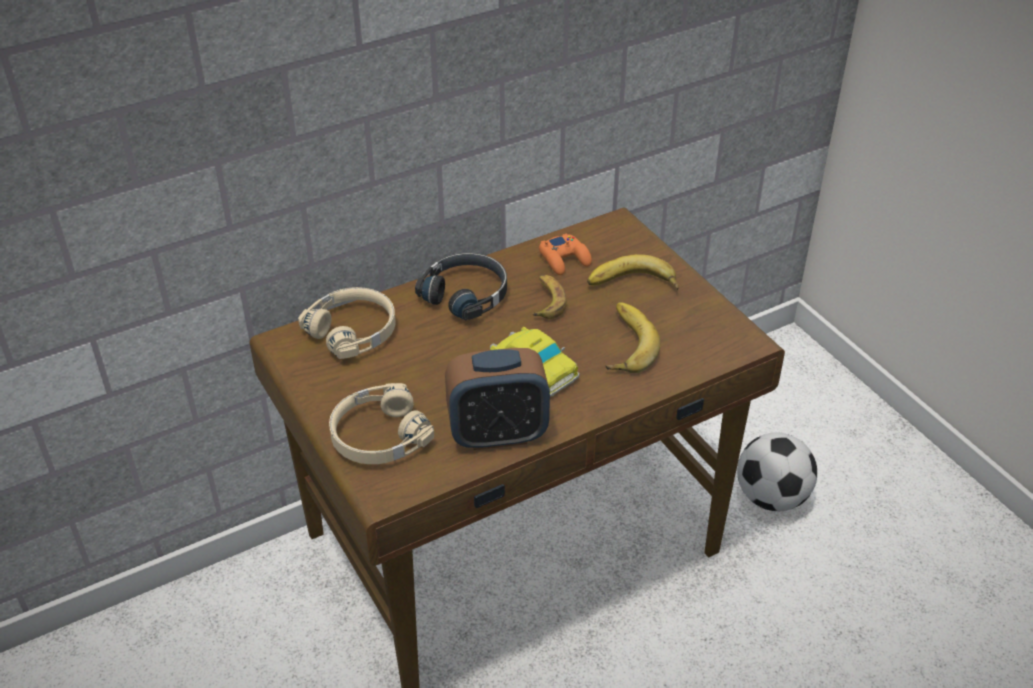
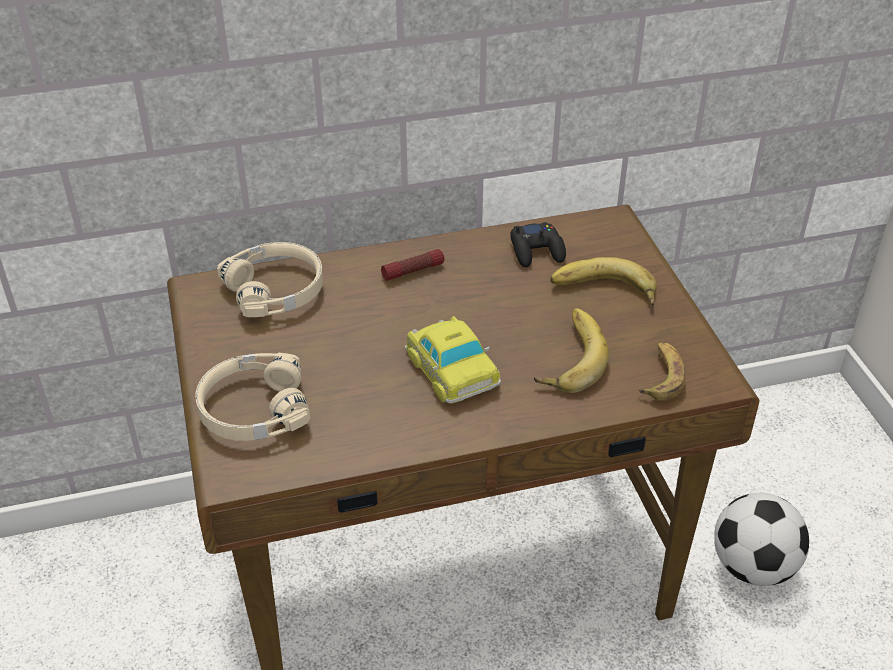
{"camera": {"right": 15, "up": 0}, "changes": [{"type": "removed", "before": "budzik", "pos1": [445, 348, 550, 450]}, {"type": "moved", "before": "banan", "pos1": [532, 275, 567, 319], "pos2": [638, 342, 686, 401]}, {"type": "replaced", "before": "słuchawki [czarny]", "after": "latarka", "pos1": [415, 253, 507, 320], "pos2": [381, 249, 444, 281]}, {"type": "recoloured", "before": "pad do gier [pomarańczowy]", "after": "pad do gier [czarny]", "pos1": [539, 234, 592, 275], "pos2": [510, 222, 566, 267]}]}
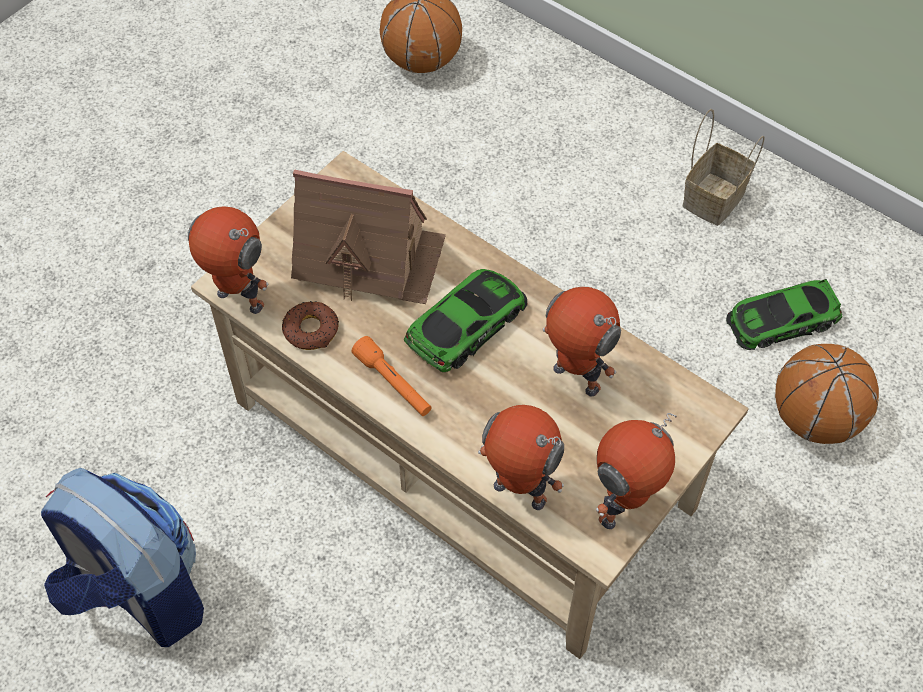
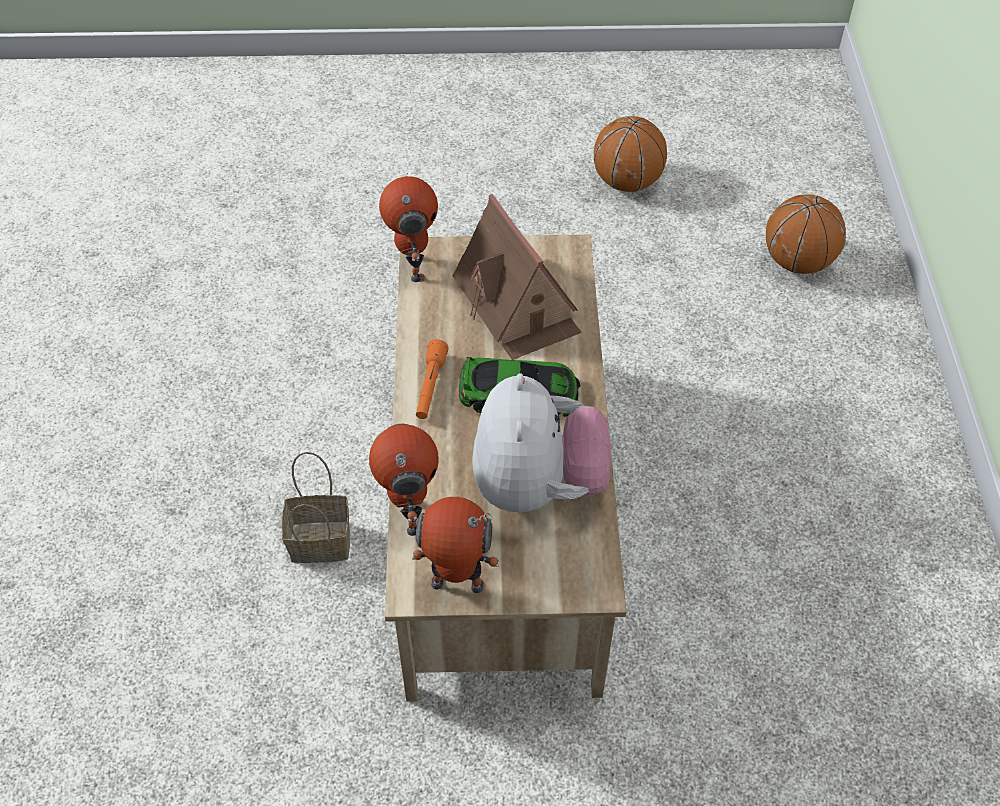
{"camera": {"right": 50, "up": -5}, "changes": [{"type": "removed", "before": "plecak", "pos1": [41, 468, 204, 647]}, {"type": "removed", "before": "donut", "pos1": [282, 301, 339, 350]}, {"type": "removed", "before": "samochodzik", "pos1": [726, 279, 842, 350]}, {"type": "moved", "before": "koszyk", "pos1": [683, 109, 765, 226], "pos2": [282, 452, 350, 563]}, {"type": "moved", "before": "piłka do koszykówki", "pos1": [775, 344, 879, 444], "pos2": [594, 116, 667, 192]}, {"type": "replaced", "before": "robot zabawkowy", "after": "pluszak", "pos1": [542, 287, 621, 397], "pos2": [472, 373, 611, 513]}]}
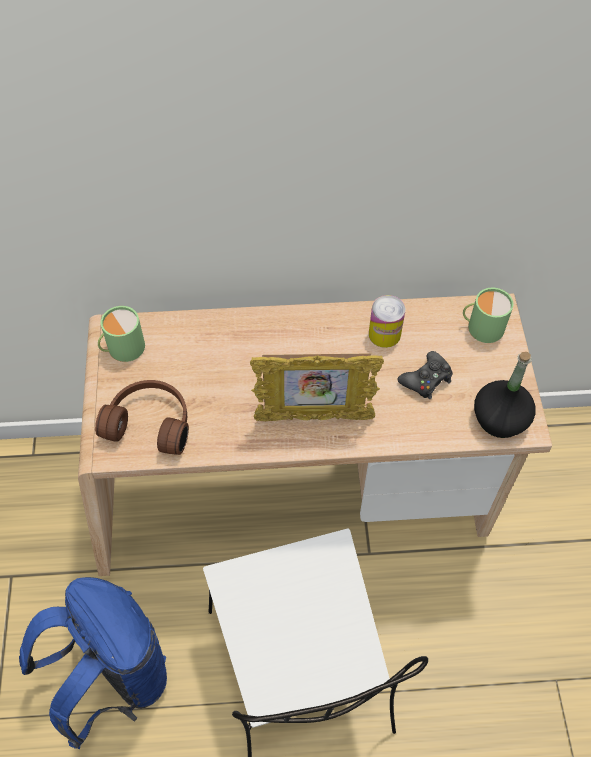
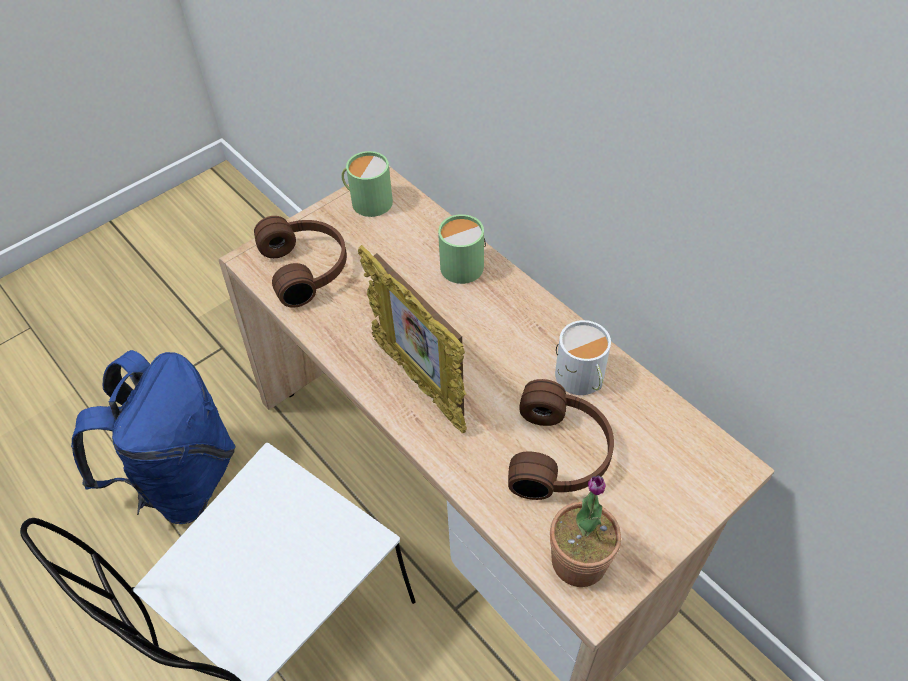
{"camera": {"right": 55, "up": -5}, "changes": [{"type": "moved", "before": "kubek [zielony]", "pos1": [463, 288, 513, 343], "pos2": [438, 214, 486, 284]}, {"type": "replaced", "before": "puszka", "after": "kubek [biały]", "pos1": [369, 295, 405, 348], "pos2": [555, 320, 611, 395]}, {"type": "replaced", "before": "pad do gier [czarny]", "after": "słuchawki [brązowy]", "pos1": [397, 351, 453, 399], "pos2": [508, 379, 614, 500]}, {"type": "replaced", "before": "butelka [czarny]", "after": "roślina doniczkowa", "pos1": [474, 352, 536, 438], "pos2": [550, 475, 621, 587]}]}
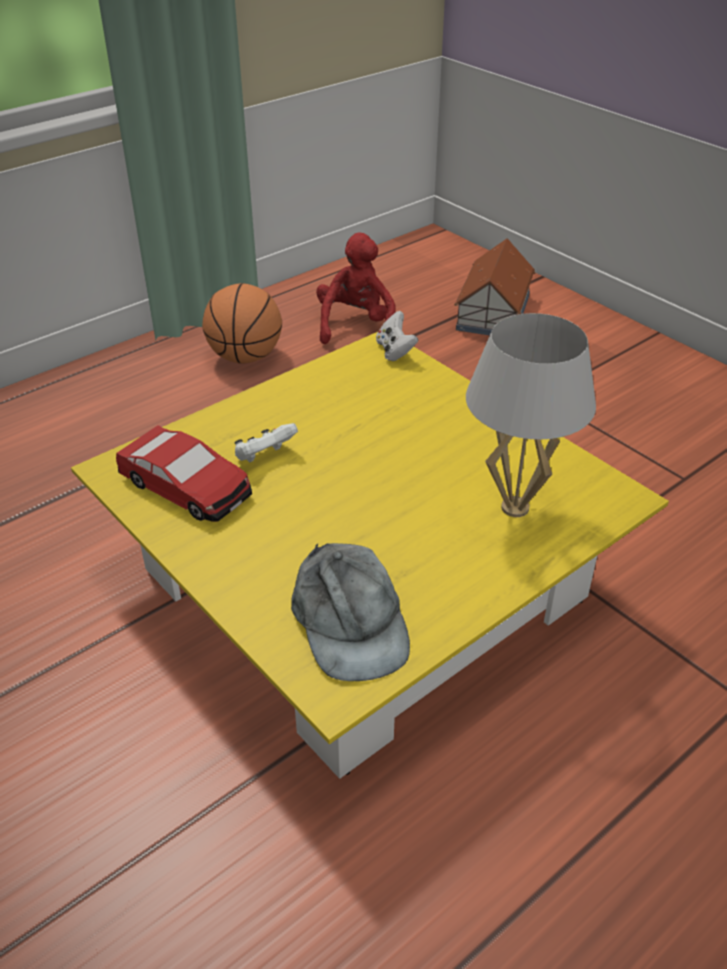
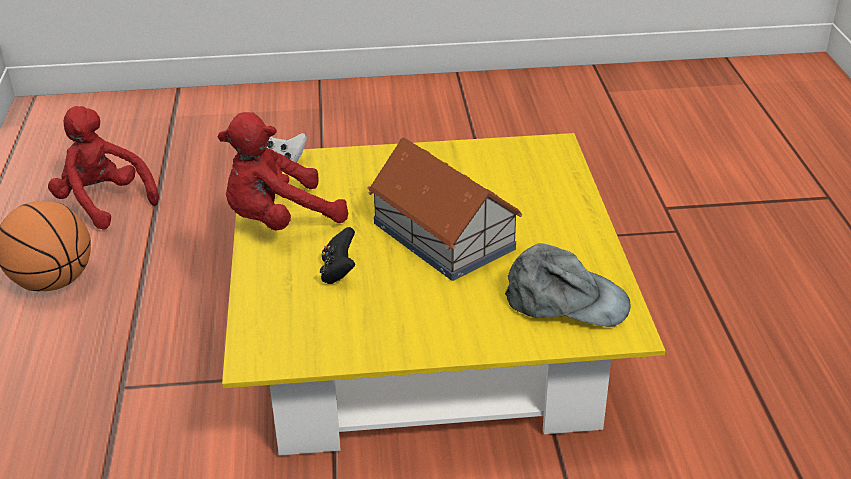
{"camera": {"right": -55, "up": -5}, "changes": [{"type": "removed", "before": "samochodzik", "pos1": [116, 425, 252, 522]}, {"type": "removed", "before": "lampa stołowa [biały]", "pos1": [466, 313, 596, 517]}, {"type": "added", "after": "pluszak [czerwony]", "pos2": [218, 112, 348, 231]}, {"type": "moved", "before": "domek", "pos1": [454, 238, 536, 336], "pos2": [368, 138, 522, 281]}, {"type": "recoloured", "before": "pad do gier [biały]", "after": "pad do gier [czarny]", "pos1": [234, 423, 298, 462], "pos2": [320, 227, 356, 284]}]}
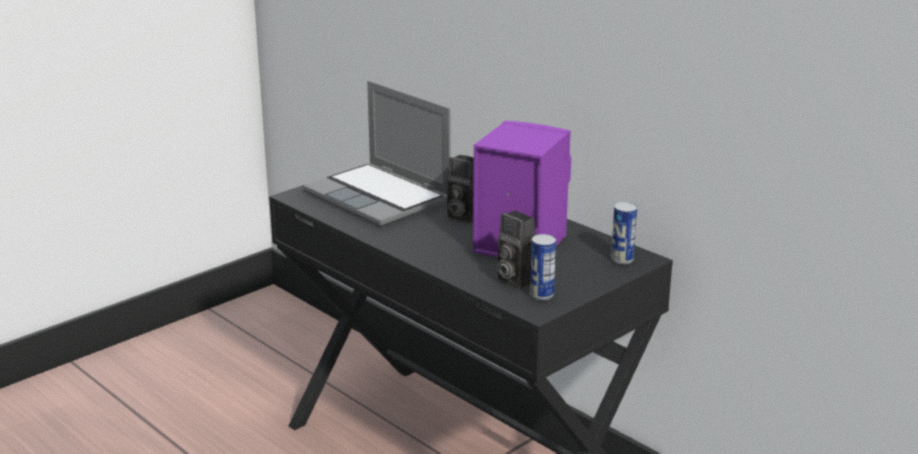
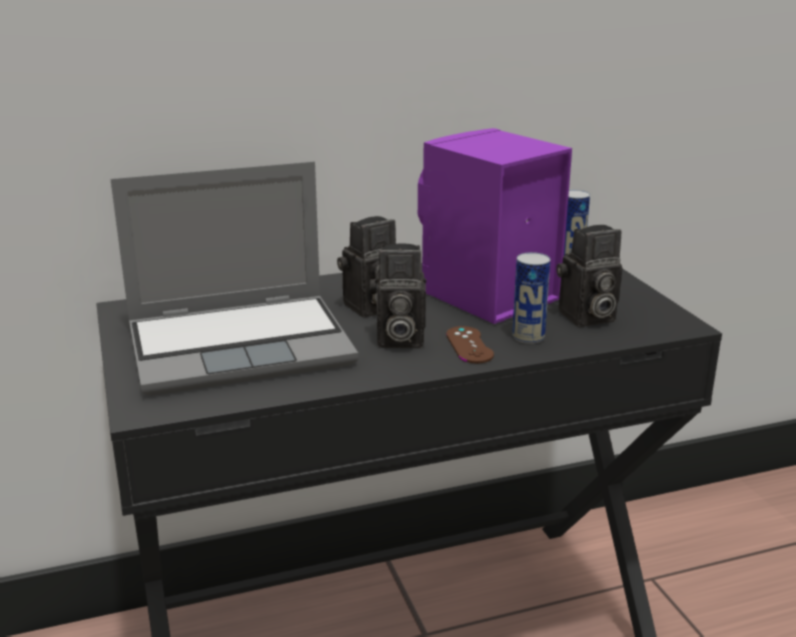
{"camera": {"right": -65, "up": 0}, "changes": [{"type": "added", "after": "aparat fotograficzny", "pos2": [370, 243, 426, 348]}, {"type": "added", "after": "pad do gier [brązowy]", "pos2": [446, 326, 494, 363]}, {"type": "moved", "before": "puszka", "pos1": [530, 234, 556, 301], "pos2": [512, 252, 551, 344]}]}
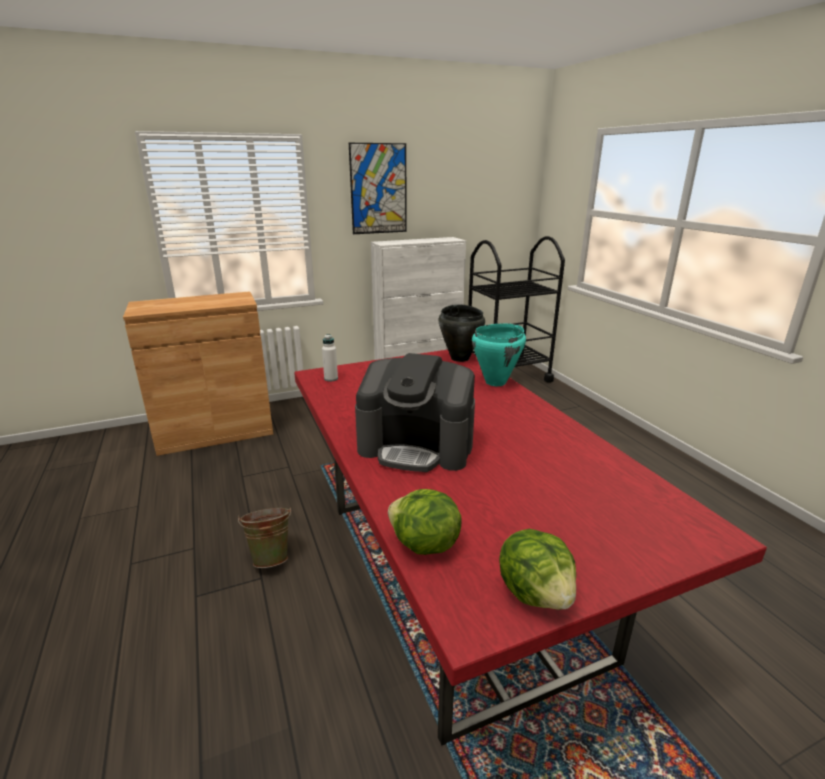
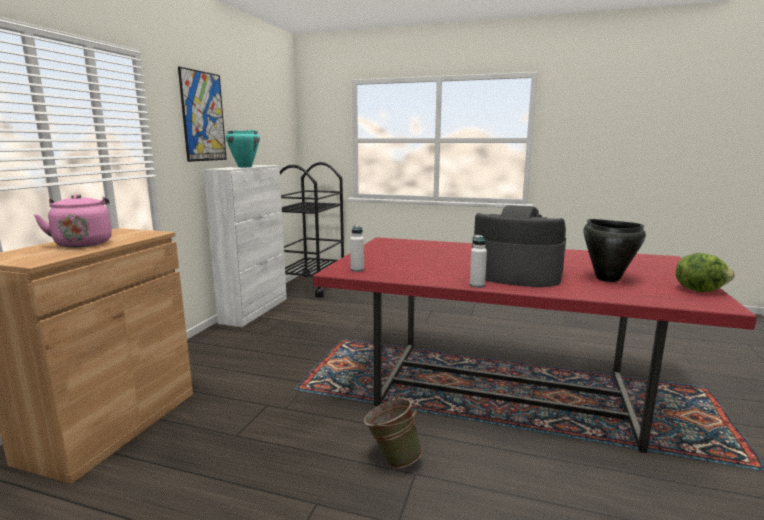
{"camera": {"right": -50, "up": -10}, "changes": [{"type": "removed", "before": "sałata", "pos1": [388, 489, 461, 555]}, {"type": "added", "after": "czajnik [różowy]", "pos2": [34, 194, 112, 248]}, {"type": "added", "after": "butelka [biały]", "pos2": [470, 235, 487, 288]}, {"type": "moved", "before": "garnek [czarny]", "pos1": [439, 304, 485, 362], "pos2": [583, 219, 646, 282]}, {"type": "moved", "before": "garnek [turkusowy]", "pos1": [472, 323, 526, 386], "pos2": [226, 130, 260, 167]}, {"type": "turned", "before": "ekspres do kawy", "pos1": [355, 353, 475, 472], "pos2": [472, 205, 566, 287], "turn": -120}]}
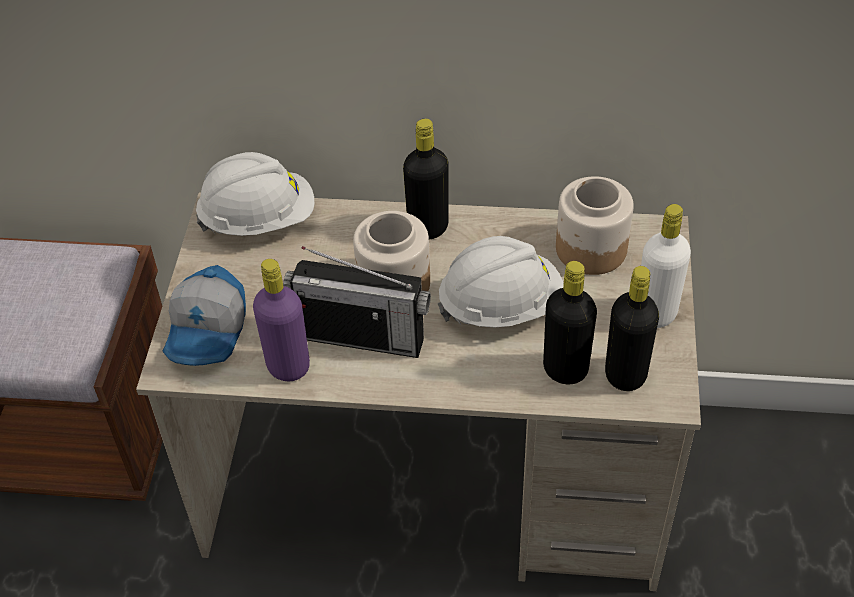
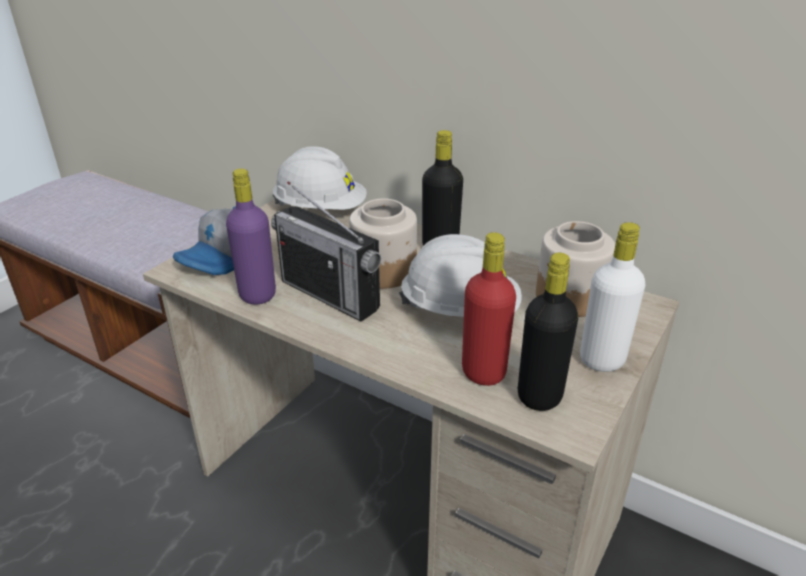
{"camera": {"right": 25, "up": -15}, "changes": [{"type": "recoloured", "before": "butelka [czarny]", "after": "butelka [czerwony]", "pos1": [543, 261, 597, 384], "pos2": [462, 232, 516, 386]}]}
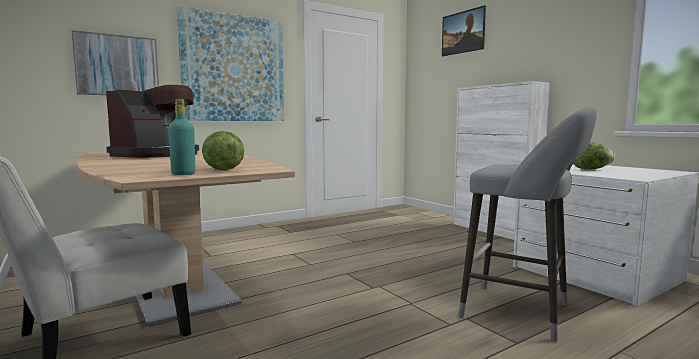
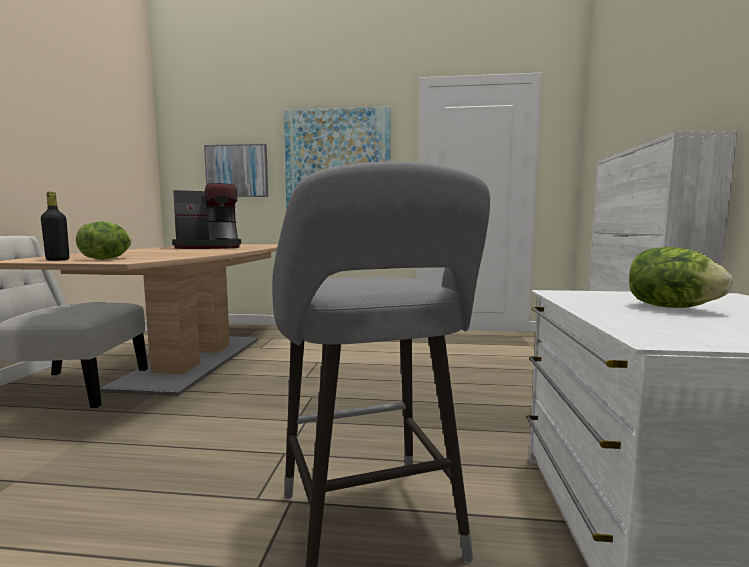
{"camera": {"right": 40, "up": 0}, "changes": [{"type": "removed", "before": "obraz", "pos1": [442, 5, 486, 56]}, {"type": "recoloured", "before": "butelka [turkusowy]", "after": "butelka [czarny]", "pos1": [168, 99, 196, 175], "pos2": [41, 192, 69, 261]}]}
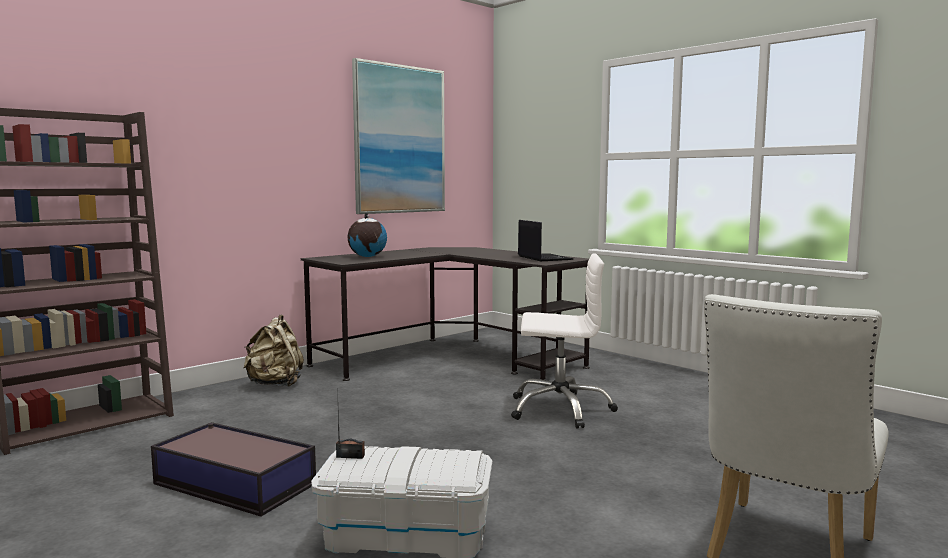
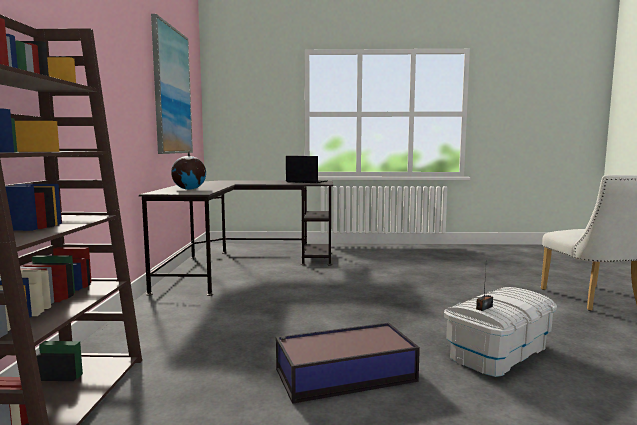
{"camera": {"right": -45, "up": 0}, "changes": [{"type": "removed", "before": "plecak [beżowy]", "pos1": [243, 315, 304, 386]}, {"type": "removed", "before": "krzesło biurowe [biały]", "pos1": [511, 253, 618, 429]}]}
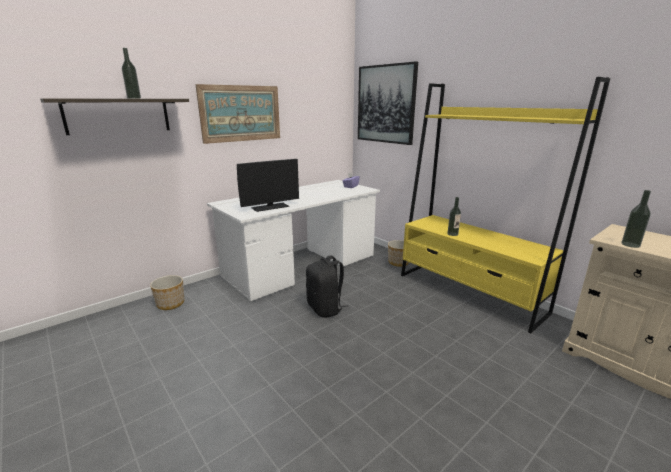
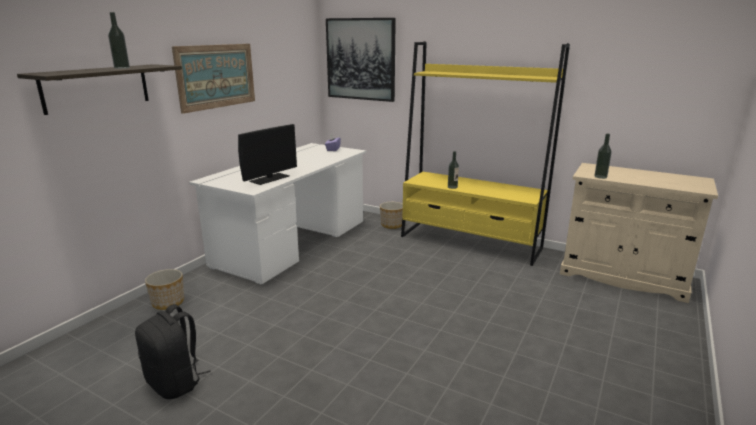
{"camera": {"right": -20, "up": 0}, "changes": [{"type": "moved", "before": "plecak [czarny]", "pos1": [306, 255, 348, 318], "pos2": [135, 304, 211, 399]}]}
